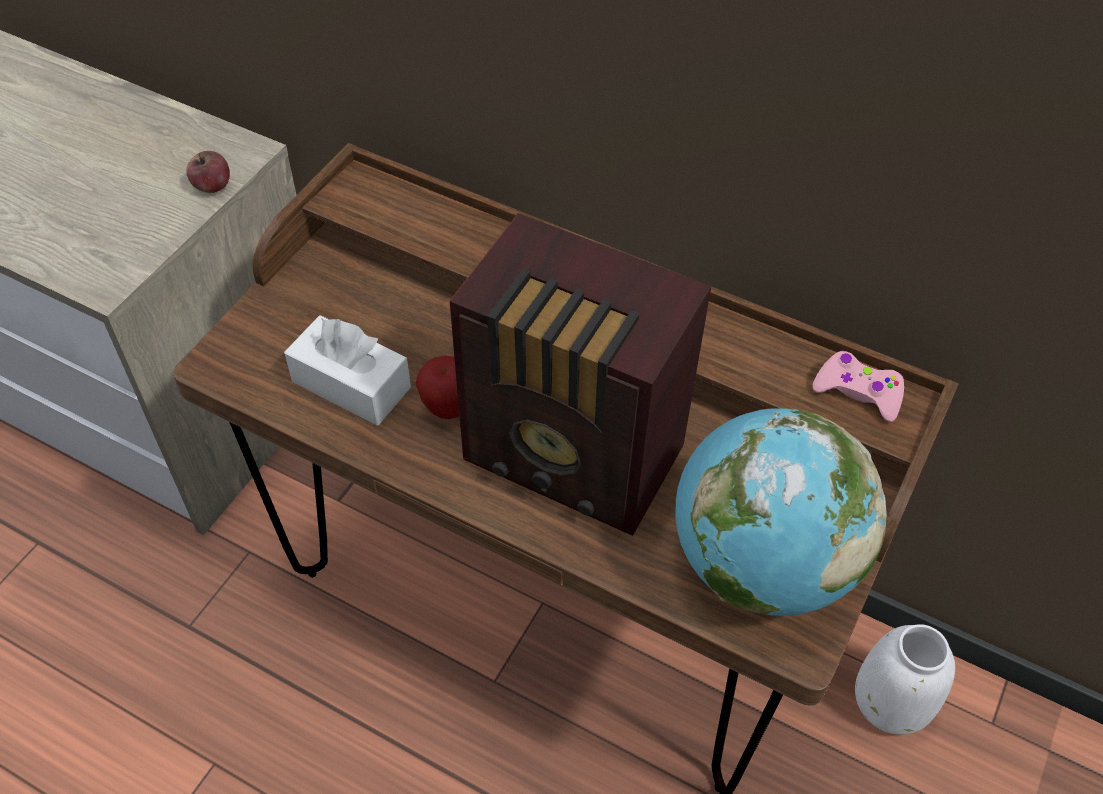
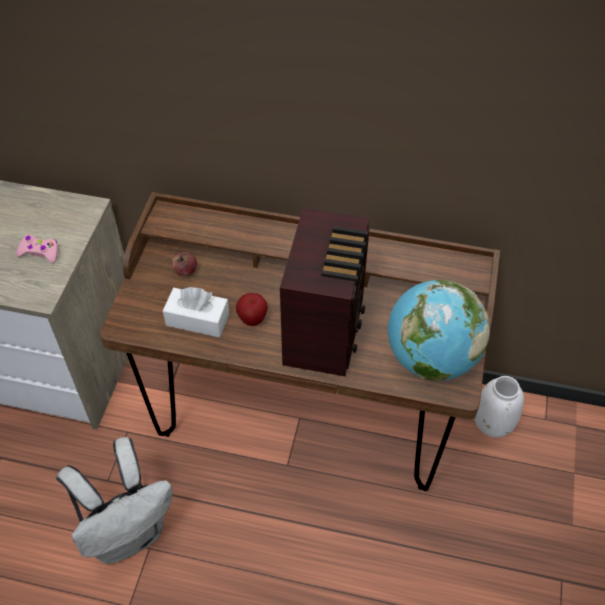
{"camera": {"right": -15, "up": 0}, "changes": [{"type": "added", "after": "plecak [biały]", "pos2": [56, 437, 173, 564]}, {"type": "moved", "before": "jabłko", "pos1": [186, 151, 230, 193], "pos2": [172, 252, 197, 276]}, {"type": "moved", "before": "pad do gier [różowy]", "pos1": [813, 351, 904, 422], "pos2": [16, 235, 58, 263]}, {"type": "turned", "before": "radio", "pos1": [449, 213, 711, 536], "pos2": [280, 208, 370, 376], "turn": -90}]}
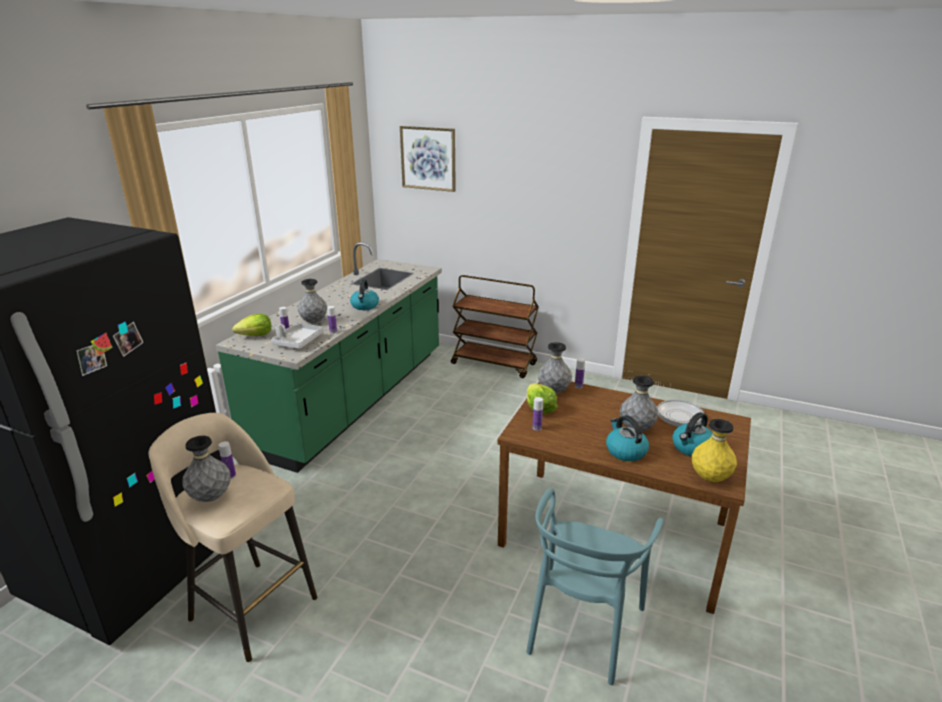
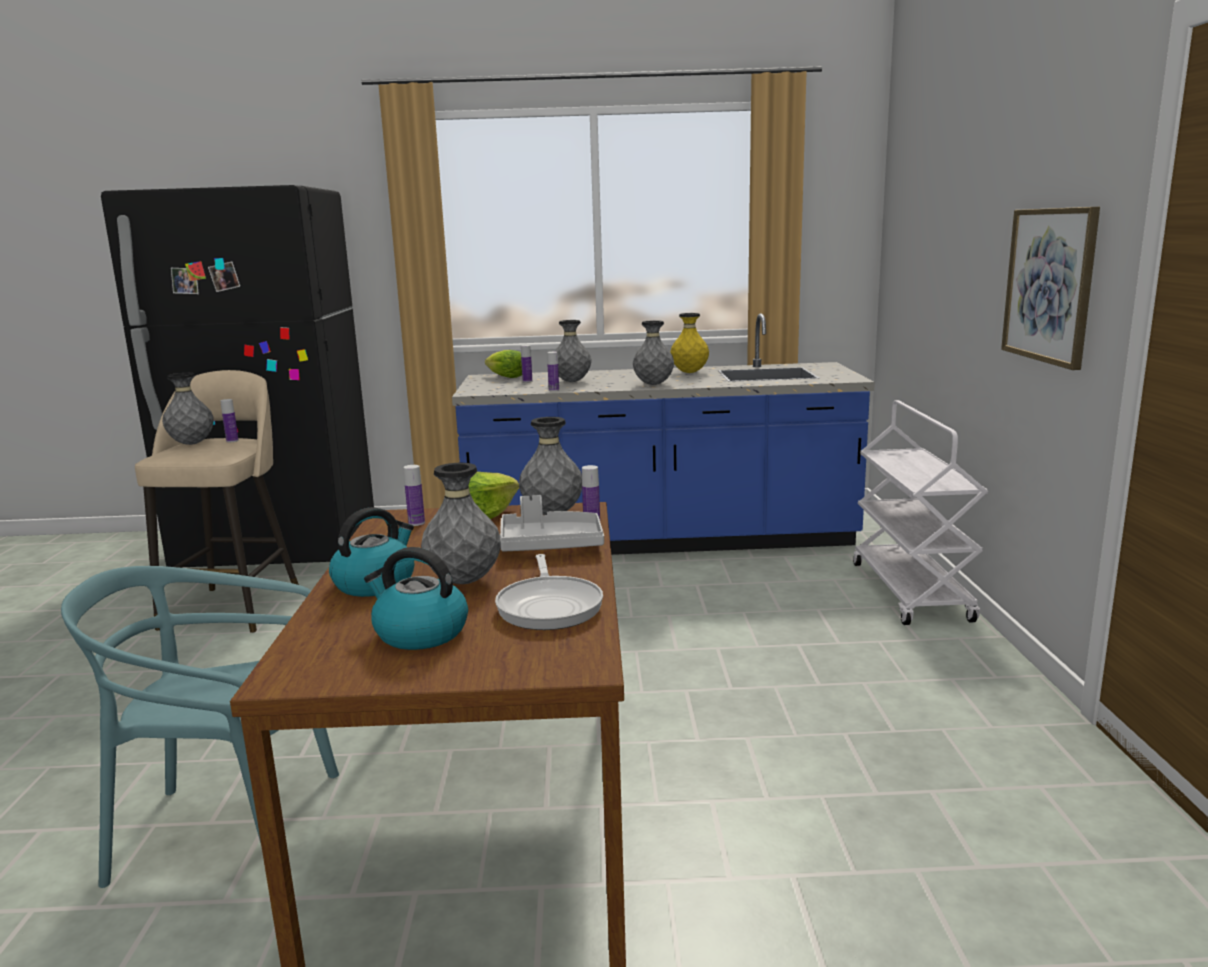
{"camera": {"right": 65, "up": -10}, "changes": [{"type": "moved", "before": "taca [szary]", "pos1": [271, 323, 324, 349], "pos2": [500, 495, 604, 552]}, {"type": "moved", "before": "obraz", "pos1": [400, 126, 456, 192], "pos2": [1001, 207, 1100, 370]}, {"type": "moved", "before": "wazon [żółty]", "pos1": [692, 419, 737, 482], "pos2": [670, 313, 709, 373]}, {"type": "replaced", "before": "czajnik", "after": "wazon [szary]", "pos1": [350, 280, 379, 310], "pos2": [633, 320, 674, 385]}, {"type": "recoloured", "before": "zabudowa kuchenna [zielony]", "after": "zabudowa kuchenna [niebieski]", "pos1": [215, 242, 442, 473], "pos2": [452, 313, 875, 555]}, {"type": "recoloured", "before": "wózek [brązowy]", "after": "wózek [biały]", "pos1": [451, 275, 539, 378], "pos2": [853, 400, 988, 625]}]}
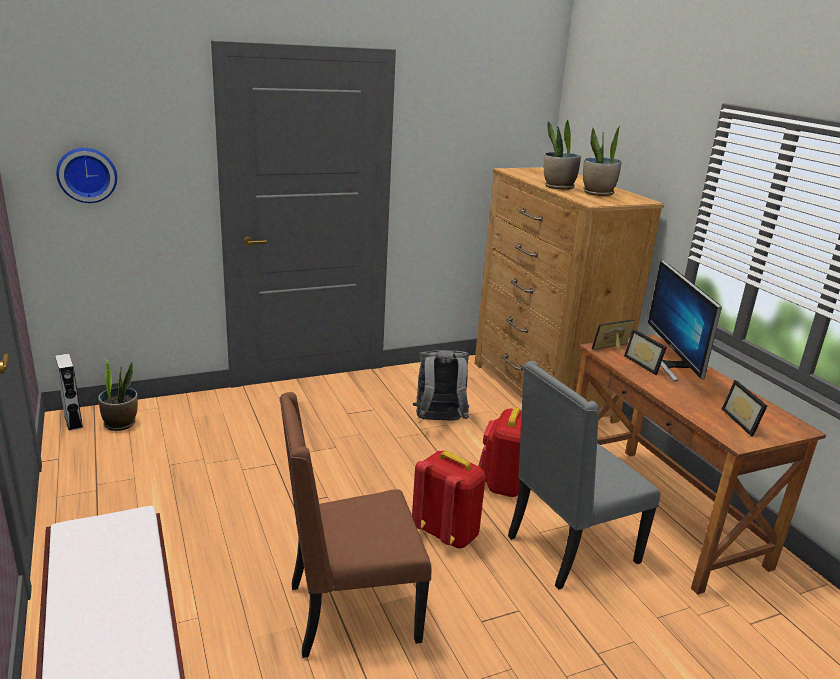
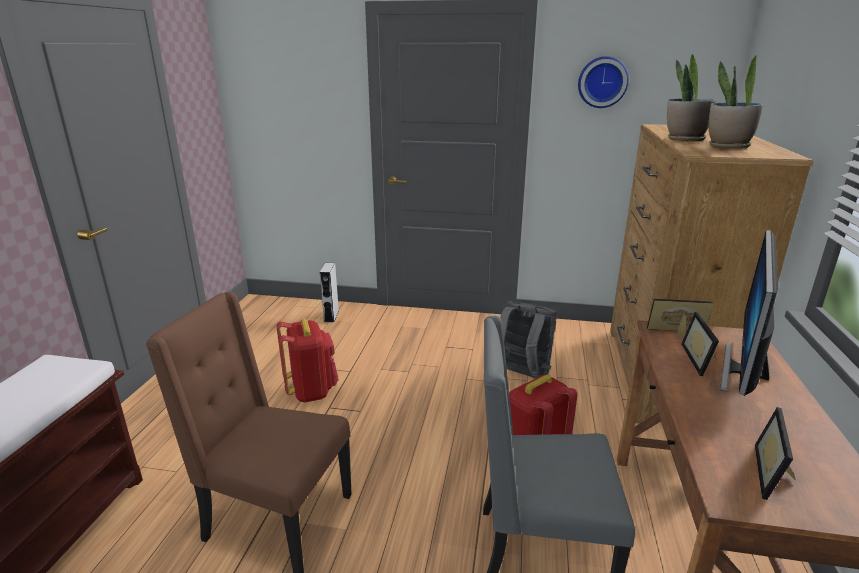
{"camera": {"right": 35, "up": 0}, "changes": [{"type": "removed", "before": "roślina doniczkowa", "pos1": [98, 358, 138, 431]}, {"type": "moved", "before": "głośnik [szary]", "pos1": [55, 353, 83, 431], "pos2": [320, 263, 339, 323]}, {"type": "moved", "before": "zegar ścienny", "pos1": [56, 148, 117, 203], "pos2": [578, 56, 629, 108]}, {"type": "moved", "before": "plecak [czerwony]", "pos1": [412, 451, 486, 548], "pos2": [277, 319, 339, 402]}]}
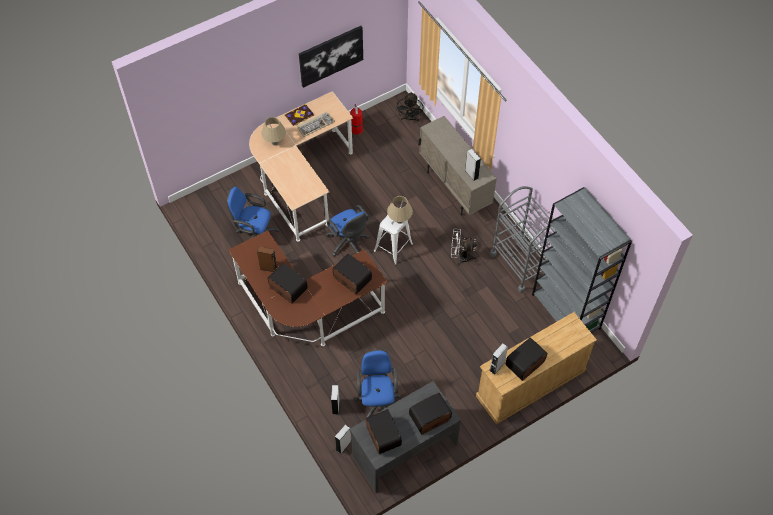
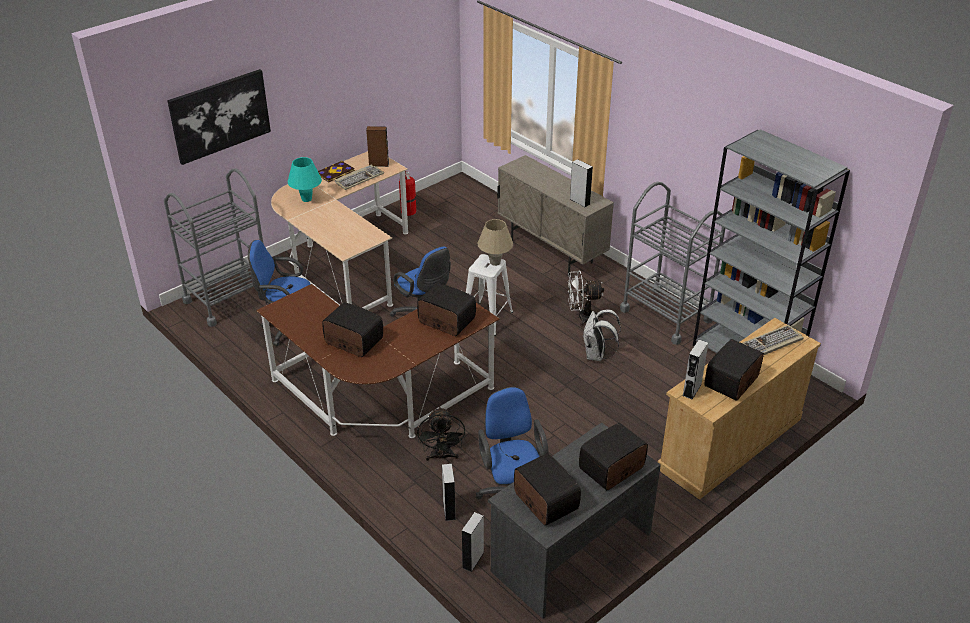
{"camera": {"right": -10, "up": -20}, "changes": [{"type": "added", "after": "wózek [szary]", "pos2": [164, 168, 270, 327]}, {"type": "added", "after": "plecak [biały]", "pos2": [582, 310, 621, 361]}, {"type": "added", "after": "klawiatura", "pos2": [742, 325, 803, 355]}, {"type": "moved", "before": "głośnik [brązowy]", "pos1": [257, 247, 277, 272], "pos2": [366, 126, 389, 167]}, {"type": "moved", "before": "obraz", "pos1": [299, 26, 363, 88], "pos2": [167, 69, 271, 165]}, {"type": "moved", "before": "wentylator [czarny]", "pos1": [396, 92, 423, 122], "pos2": [417, 406, 466, 461]}, {"type": "recoloured", "before": "lampa stołowa [beżowy]", "after": "lampa stołowa [turkusowy]", "pos1": [261, 117, 286, 145], "pos2": [288, 157, 322, 202]}]}
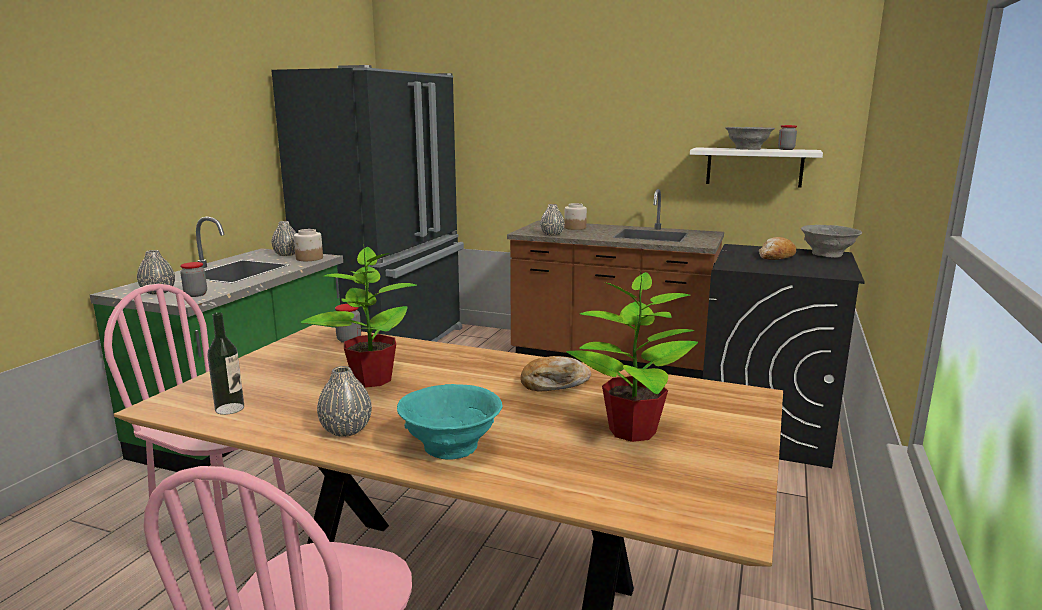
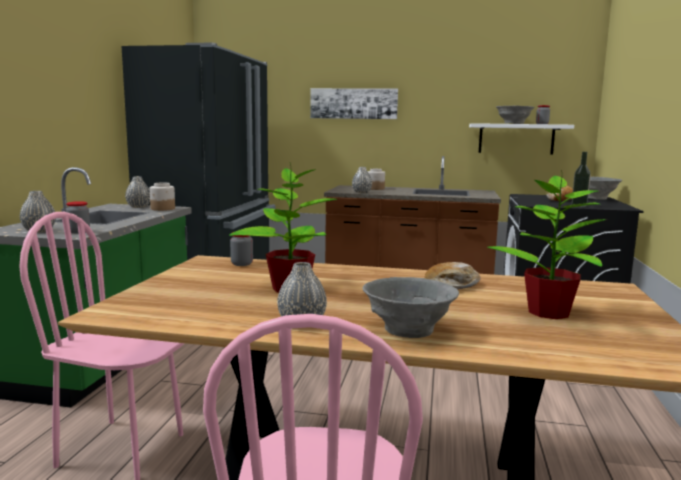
{"camera": {"right": -10, "up": -5}, "changes": [{"type": "added", "after": "obraz", "pos2": [310, 88, 398, 119]}, {"type": "moved", "before": "butelka", "pos1": [207, 312, 244, 415], "pos2": [571, 152, 591, 207]}, {"type": "recoloured", "before": "miska [turkusowy]", "after": "miska [szary]", "pos1": [397, 384, 503, 460], "pos2": [362, 277, 459, 338]}]}
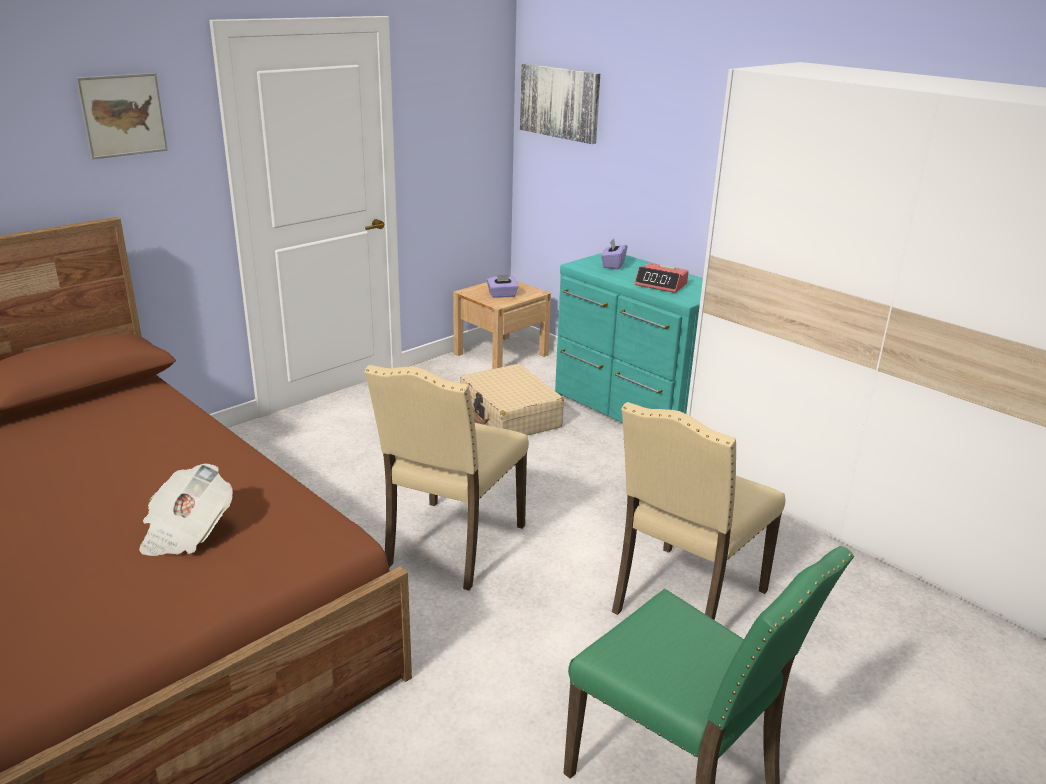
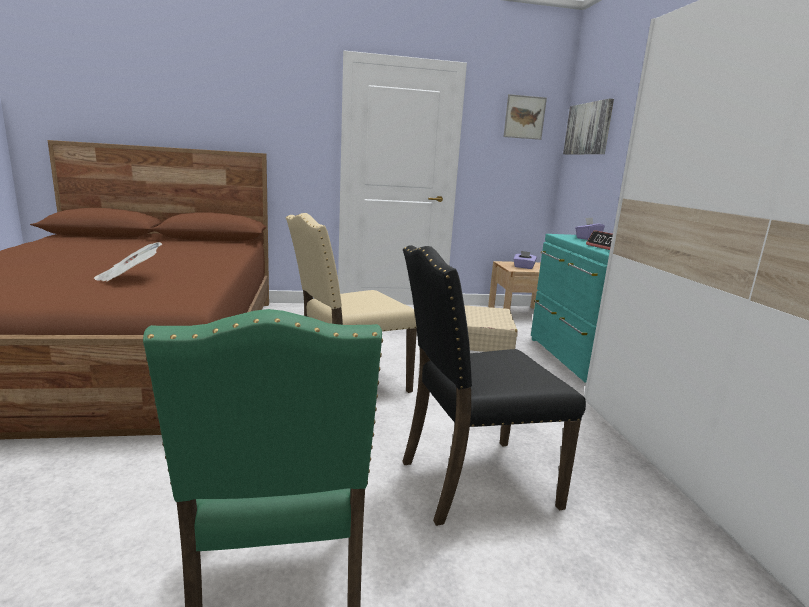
{"camera": {"right": 35, "up": -10}, "changes": [{"type": "moved", "before": "obraz", "pos1": [76, 73, 167, 159], "pos2": [503, 94, 547, 140]}, {"type": "recoloured", "before": "krzesło [beżowy]", "after": "krzesło [czarny]", "pos1": [612, 402, 785, 620], "pos2": [402, 245, 586, 526]}]}
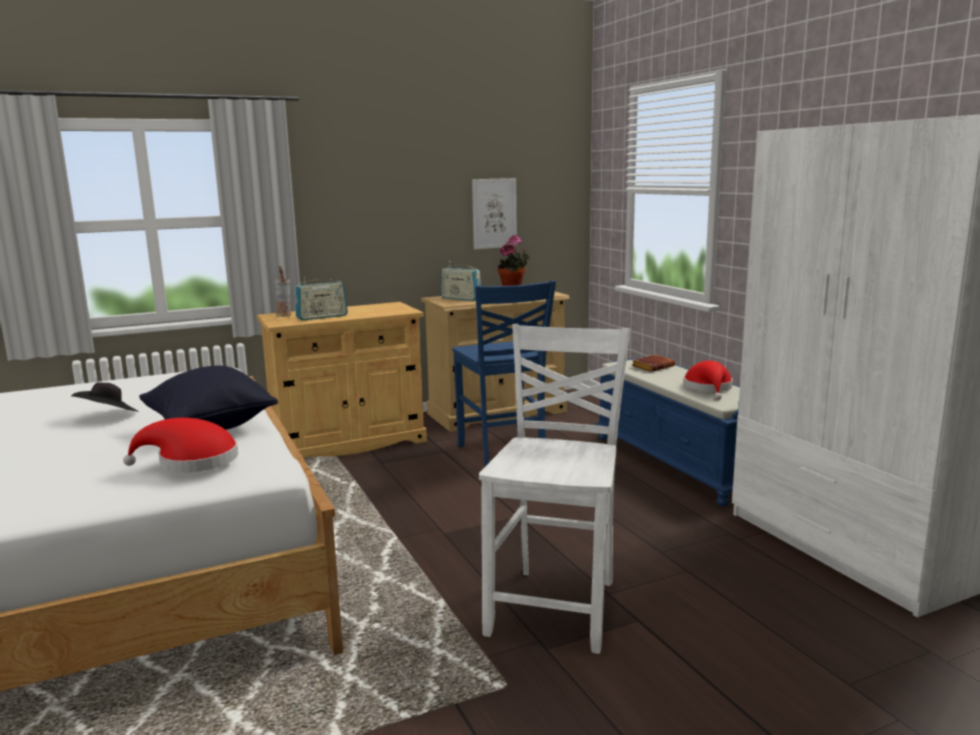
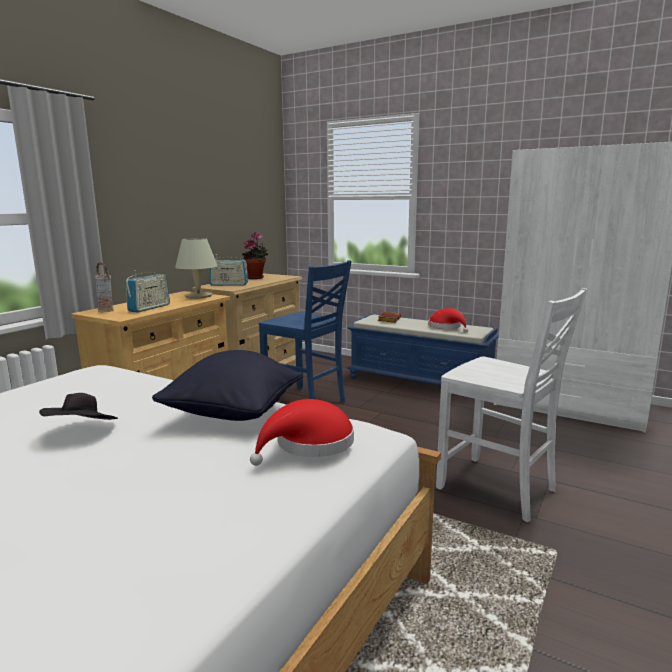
{"camera": {"right": -35, "up": 0}, "changes": [{"type": "removed", "before": "obraz", "pos1": [472, 178, 517, 249]}, {"type": "added", "after": "lampa stołowa [beżowy]", "pos2": [175, 238, 217, 299]}, {"type": "turned", "before": "krzesło [biały]", "pos1": [479, 324, 630, 654], "pos2": [436, 288, 587, 522], "turn": 150}]}
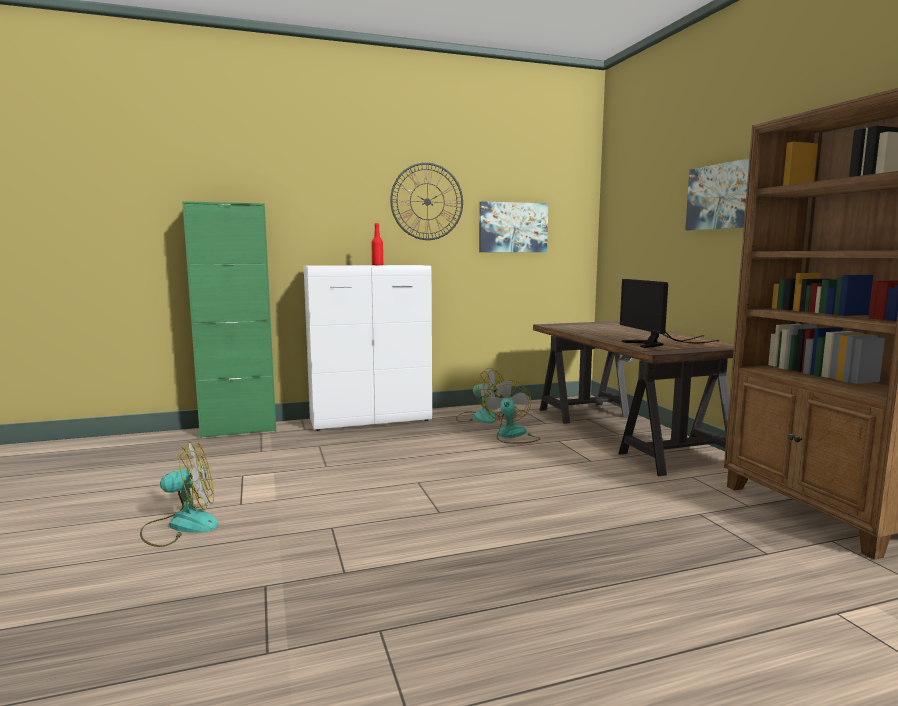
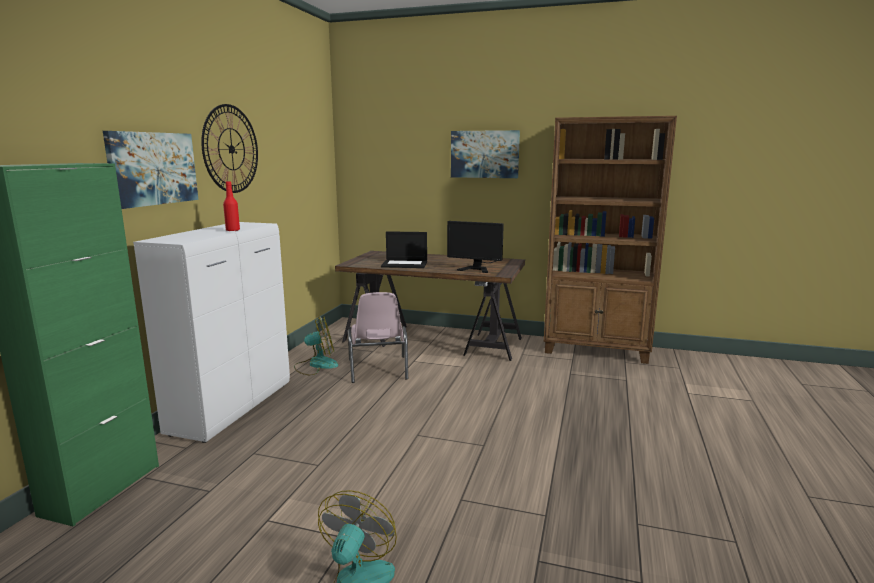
{"camera": {"right": -55, "up": 5}, "changes": [{"type": "added", "after": "laptop", "pos2": [381, 231, 427, 268]}, {"type": "moved", "before": "obraz", "pos1": [479, 201, 548, 252], "pos2": [103, 131, 198, 209]}, {"type": "replaced", "before": "wentylator", "after": "krzesło [różowy]", "pos1": [484, 380, 541, 444], "pos2": [348, 292, 408, 383]}]}
